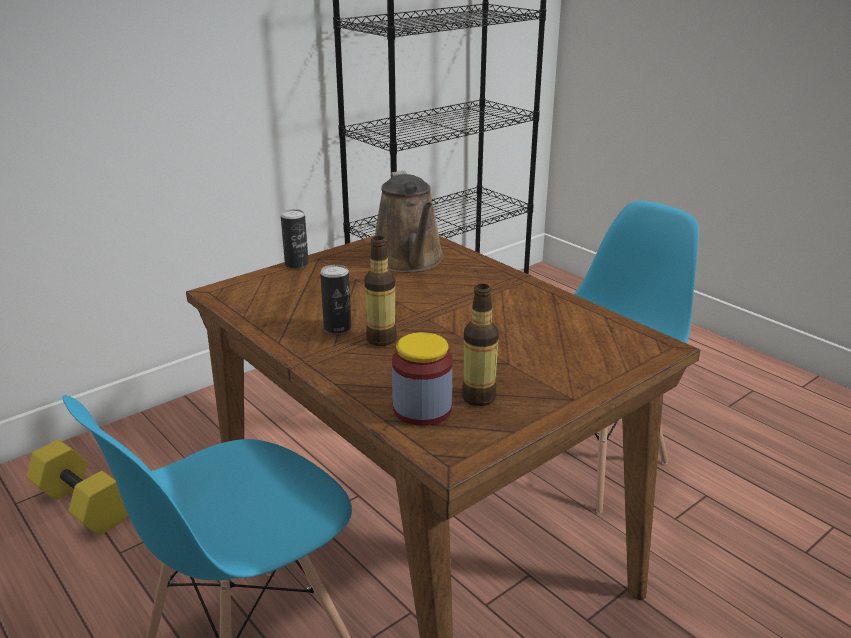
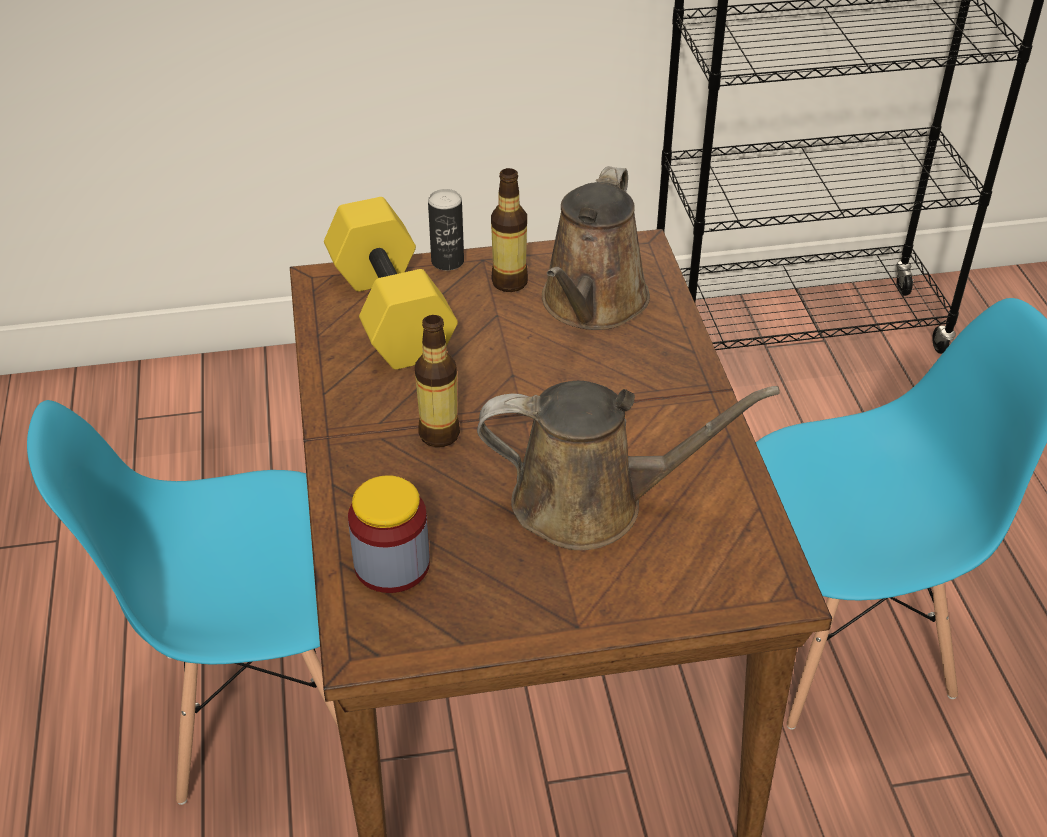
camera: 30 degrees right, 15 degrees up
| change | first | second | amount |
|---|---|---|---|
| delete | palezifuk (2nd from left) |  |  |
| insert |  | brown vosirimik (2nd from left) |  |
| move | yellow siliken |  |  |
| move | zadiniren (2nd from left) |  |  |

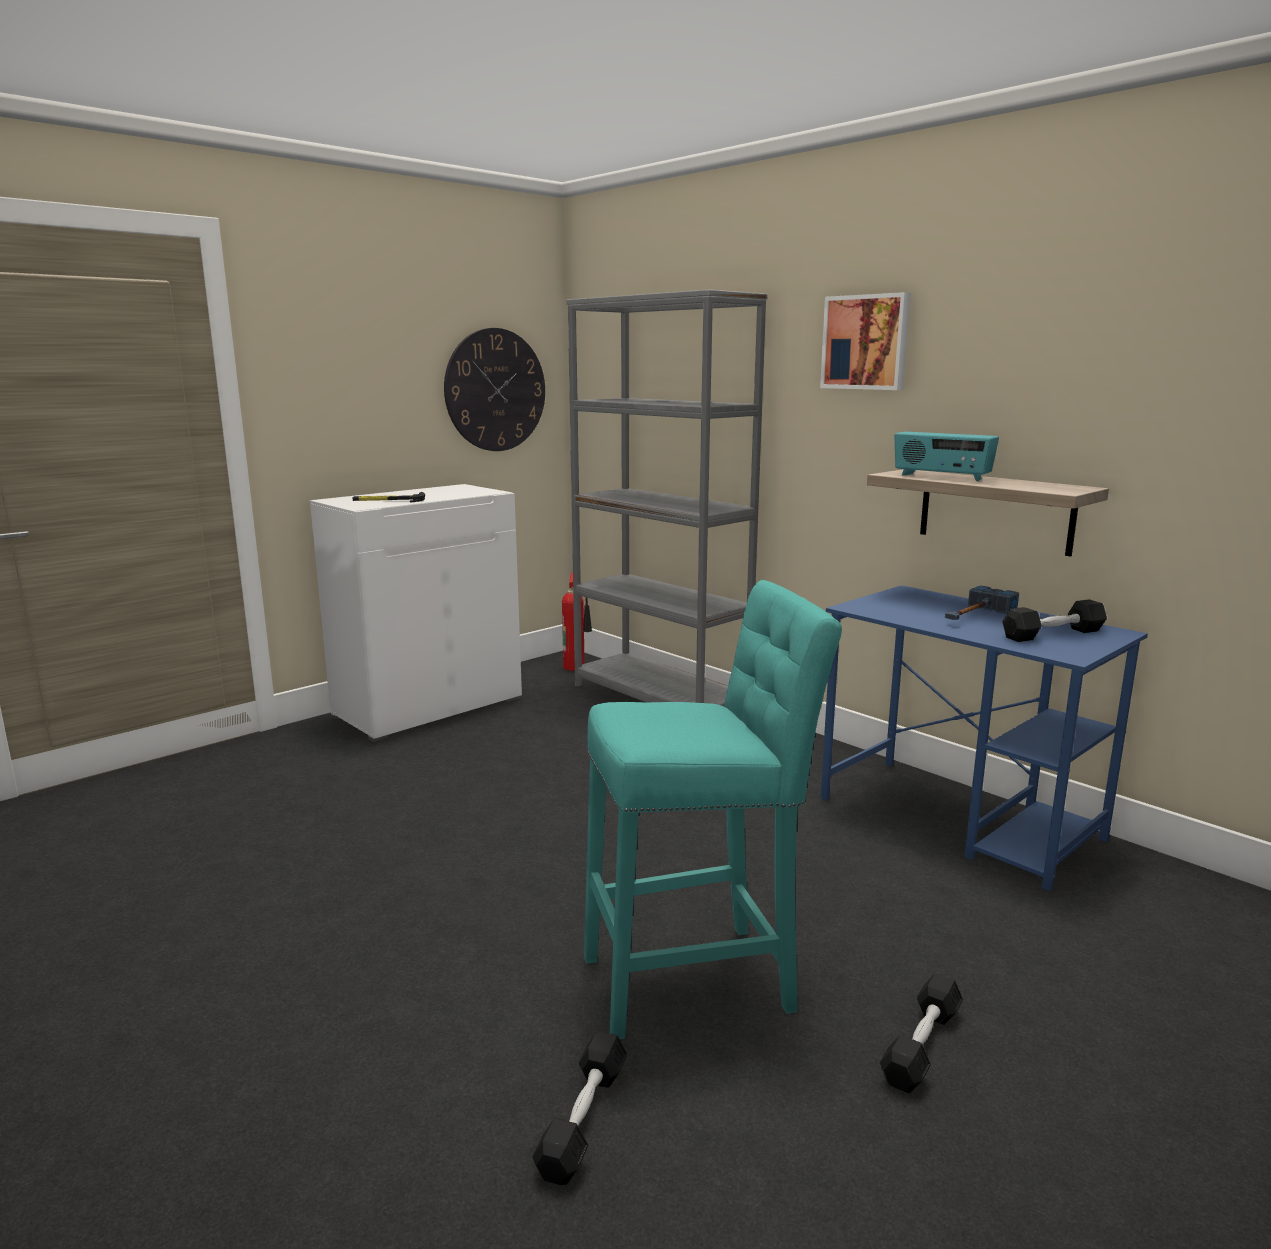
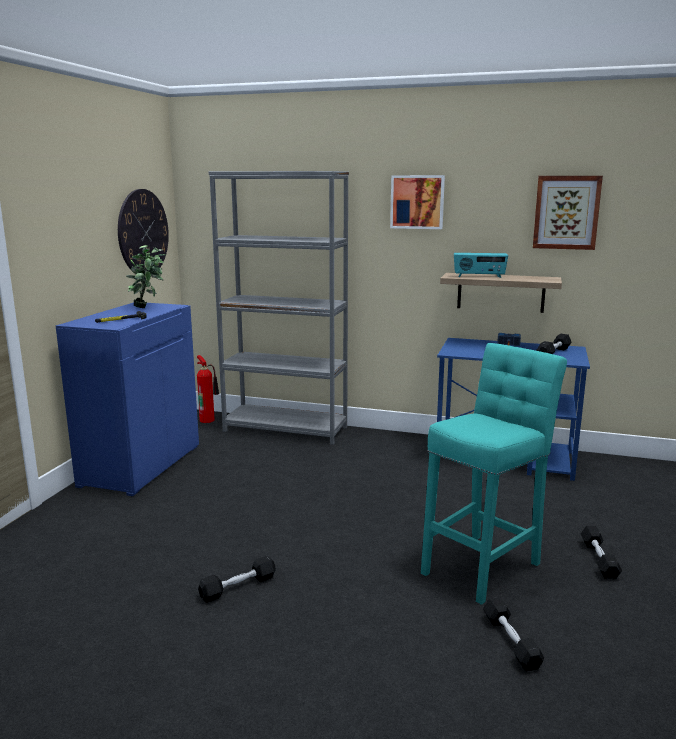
camera: 30 degrees left, 0 degrees up
| change | first | second | amount |
|---|---|---|---|
| insert |  | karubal |  |
| insert |  | black siliken (1st from left) |  |
| insert |  | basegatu (2nd from left) |  |
| recolor | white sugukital | blue sugukital |  |

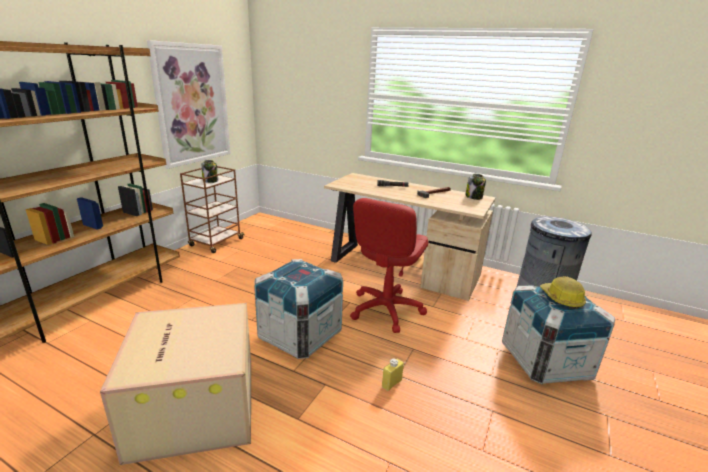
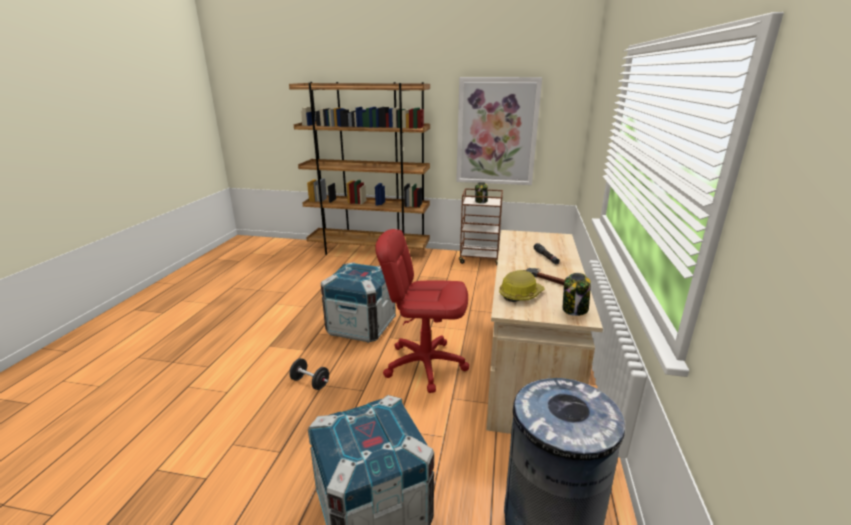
camera: 75 degrees right, 0 degrees up
| change | first | second | amount |
|---|---|---|---|
| delete | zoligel |  |  |
| move | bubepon |  |  |
| replace | yellow zadiniren | black siliken |  |

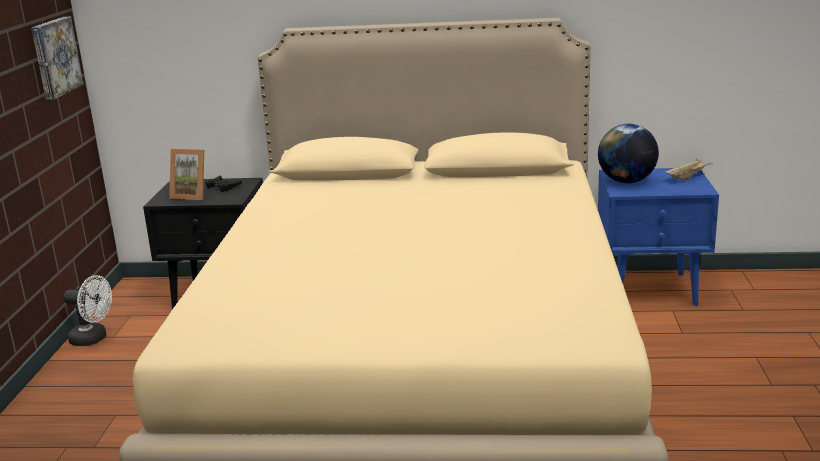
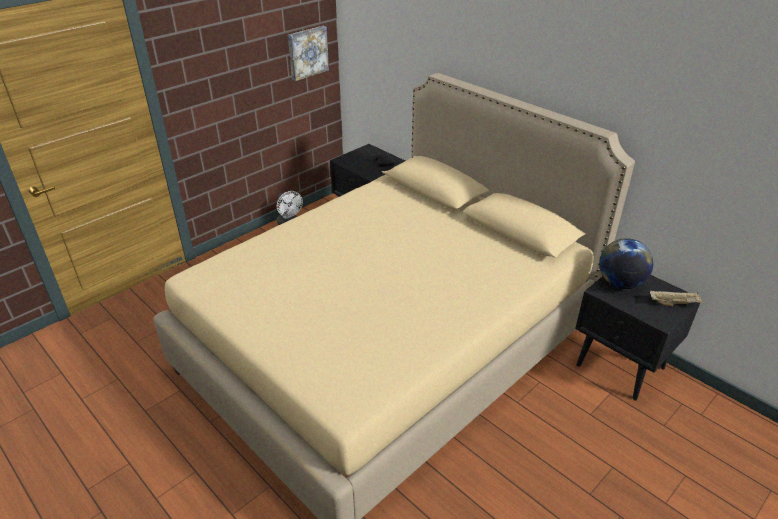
camera: 40 degrees right, 15 degrees up
| change | first | second | amount |
|---|---|---|---|
| delete | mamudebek |  |  |
| recolor | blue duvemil | black duvemil (2nd from left) |  |

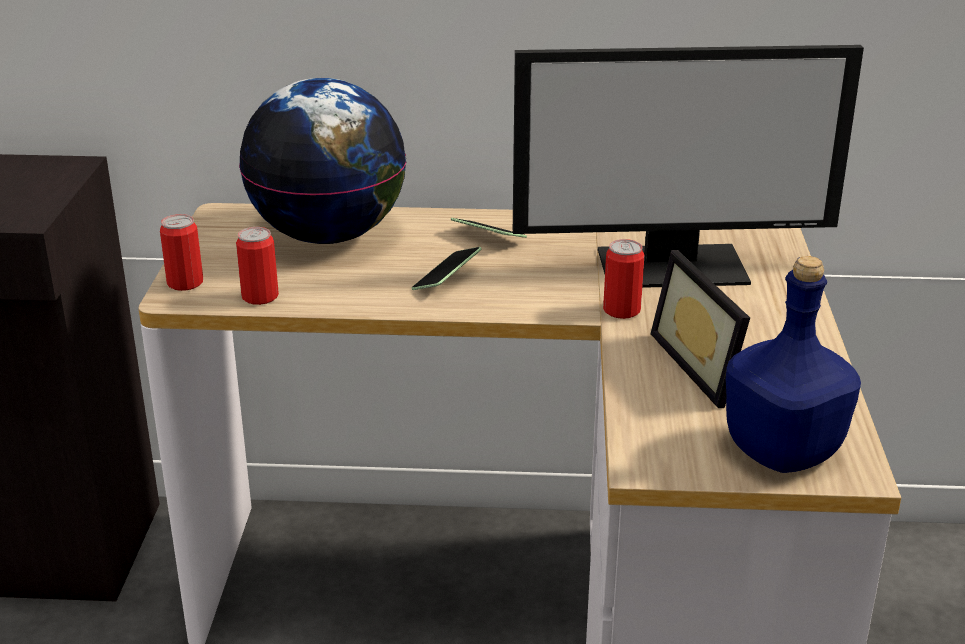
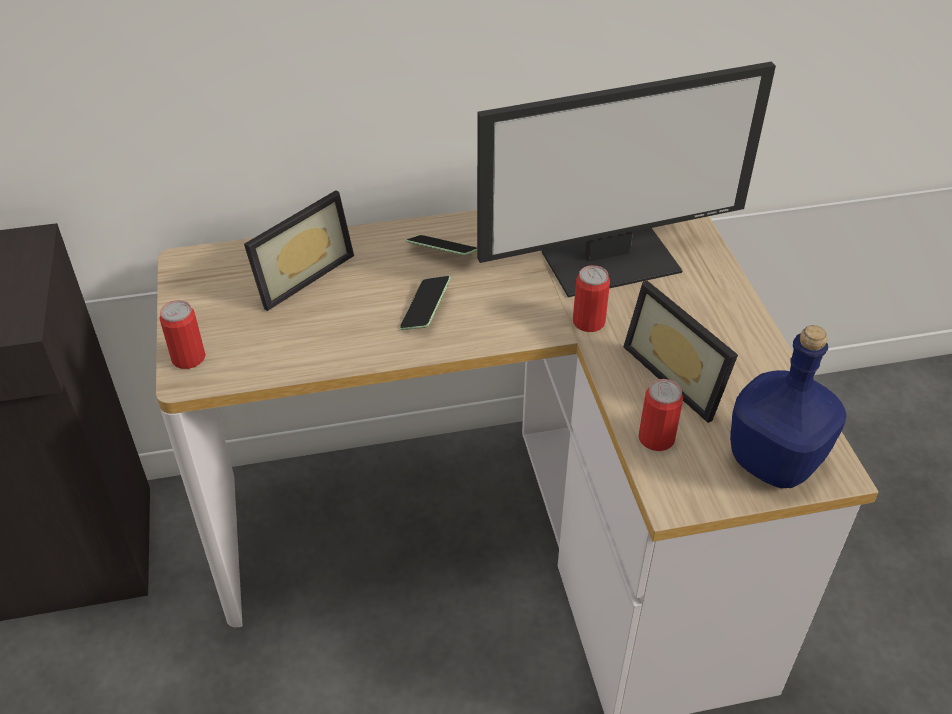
camera: 15 degrees left, 15 degrees up
| change | first | second | amount |
|---|---|---|---|
| move | palezifuk (2nd from left in the first image) | palezifuk (3rd from left) |  |
| replace | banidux | mamudebek (1st from left) |  |

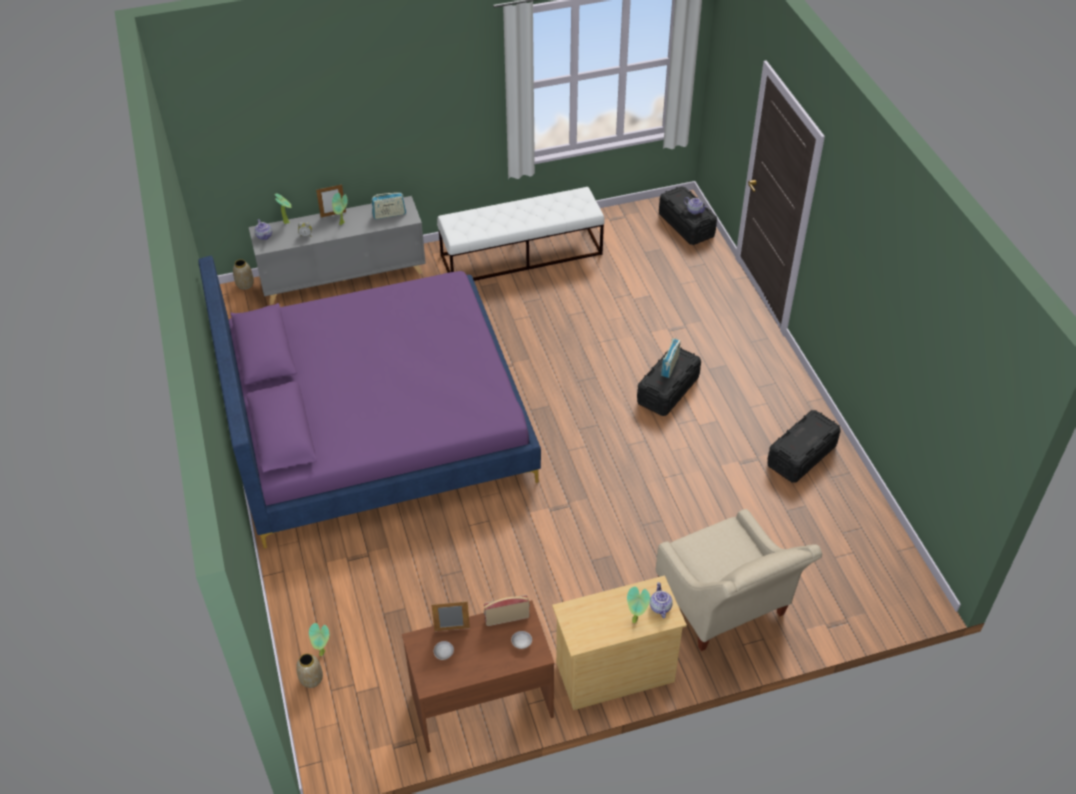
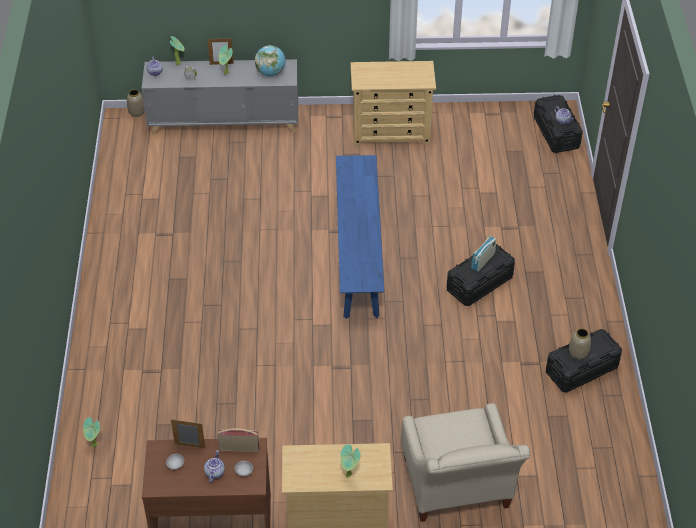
camera: 15 degrees right, 0 degrees up
| change | first | second | amount |
|---|---|---|---|
| delete | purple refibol |  |  |
| insert |  | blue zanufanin |  |
| move | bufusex (2nd from left) |  |  |
| move | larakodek (2nd from left) |  |  |
| replace | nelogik (1st from left) | banidux |  |
| replace | white zanufanin | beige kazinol (2nd from left) |  |

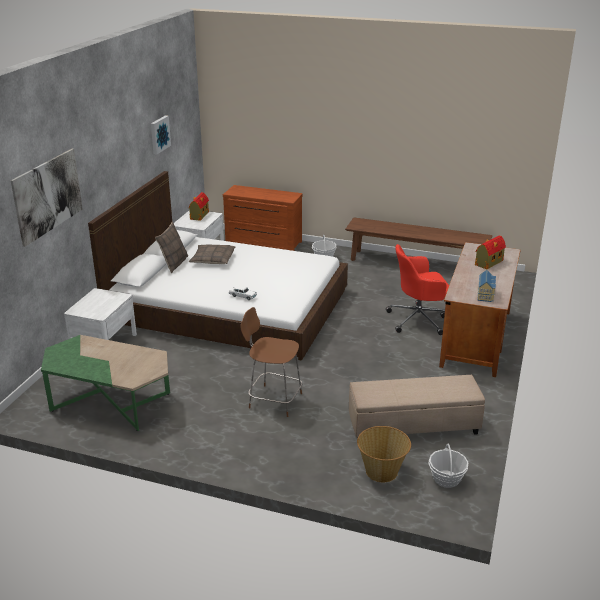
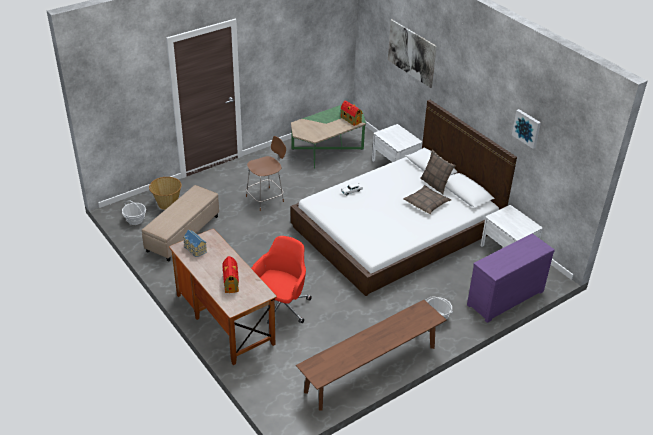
camera: 125 degrees right, 10 degrees up
| change | first | second | amount |
|---|---|---|---|
| move | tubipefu (1st from left in the first image) | tubipefu (3rd from left) |  |
| recolor | brown kazinol | purple kazinol |  |

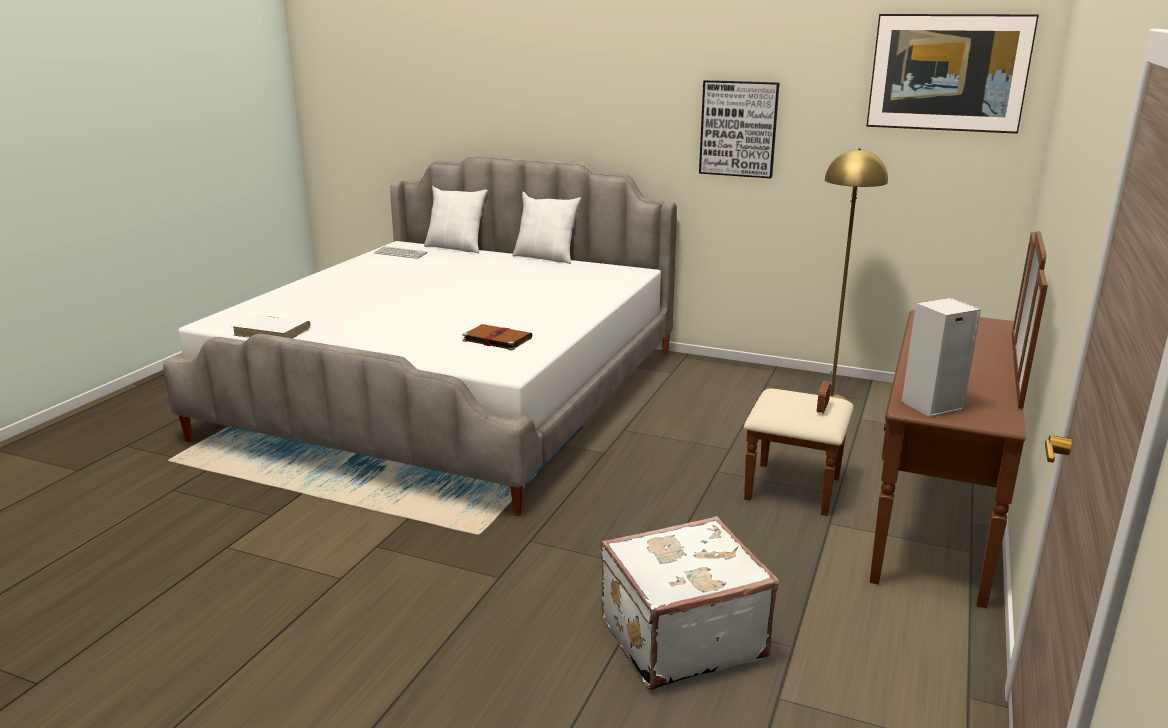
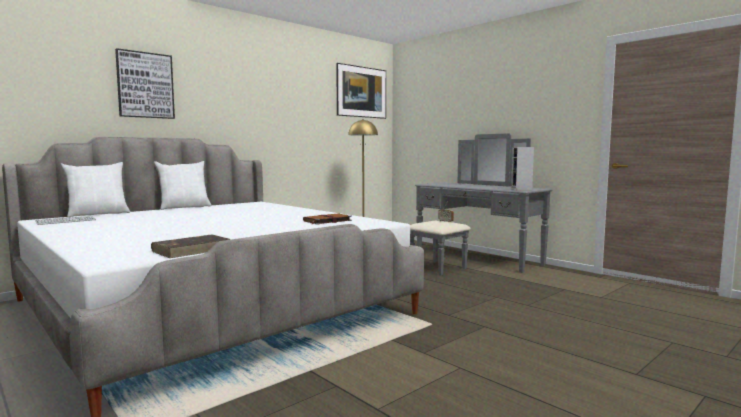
camera: 65 degrees left, 15 degrees down
| change | first | second | amount |
|---|---|---|---|
| delete | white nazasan |  |  |
| move | basegatu (1st from left) |  |  |
| recolor | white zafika | brown zafika (1st from left) |  |
| recolor | brown kazinol | grey kazinol |  |

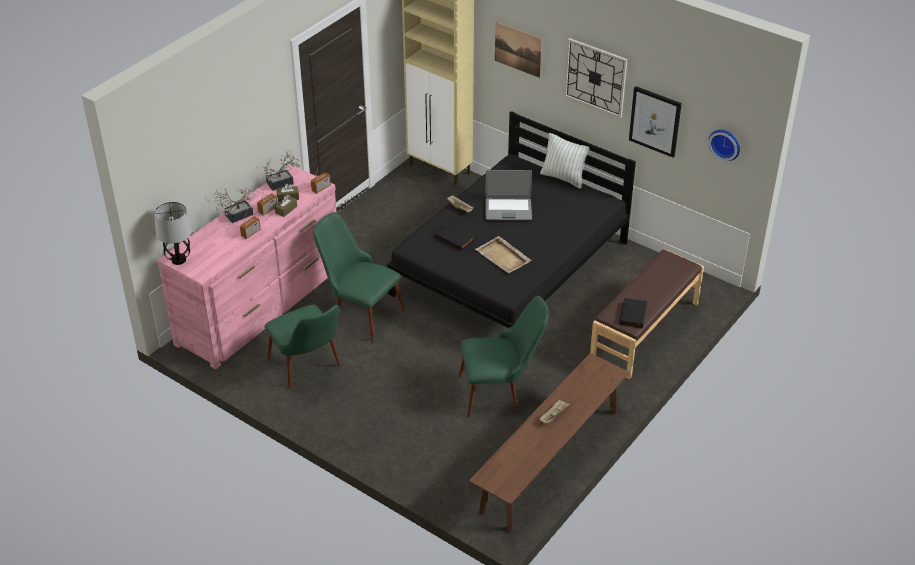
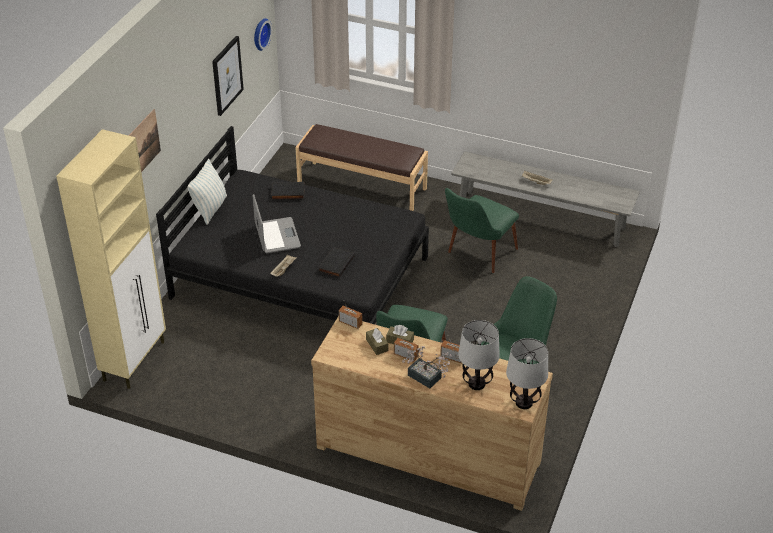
camera: 105 degrees left, 0 degrees up
| change | first | second | amount |
|---|---|---|---|
| delete | karubal (2nd from left) |  |  |
| delete | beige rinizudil (2nd from left) |  |  |
| delete | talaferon (1st from left) |  |  |
| insert |  | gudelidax (1st from left) |  |
| move | black zafika (2nd from left in the first image) | black zafika (1st from left) |  |
| recolor | pink kazinol | brown kazinol |  |
| recolor | brown zanufanin (1st from left) | grey zanufanin |  |
| rotate | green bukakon (3rd from left in the first image) | green bukakon (2nd from left) | 120 degrees counterclockwise |

